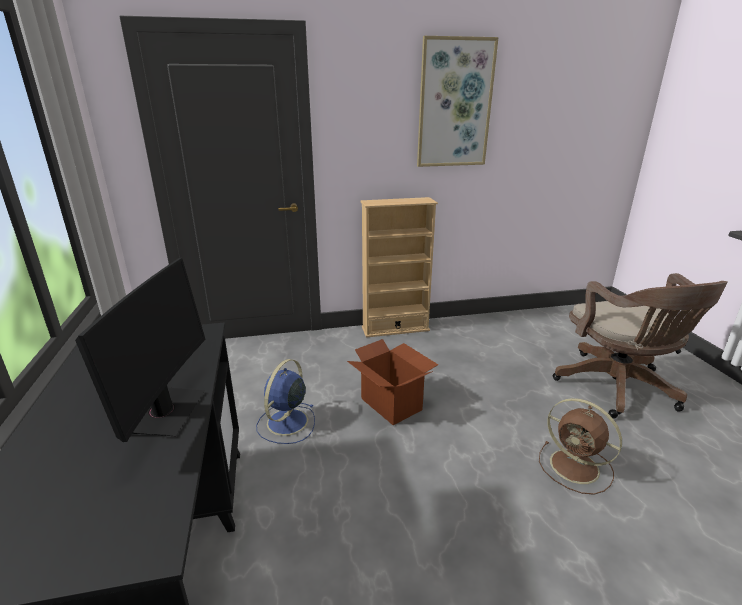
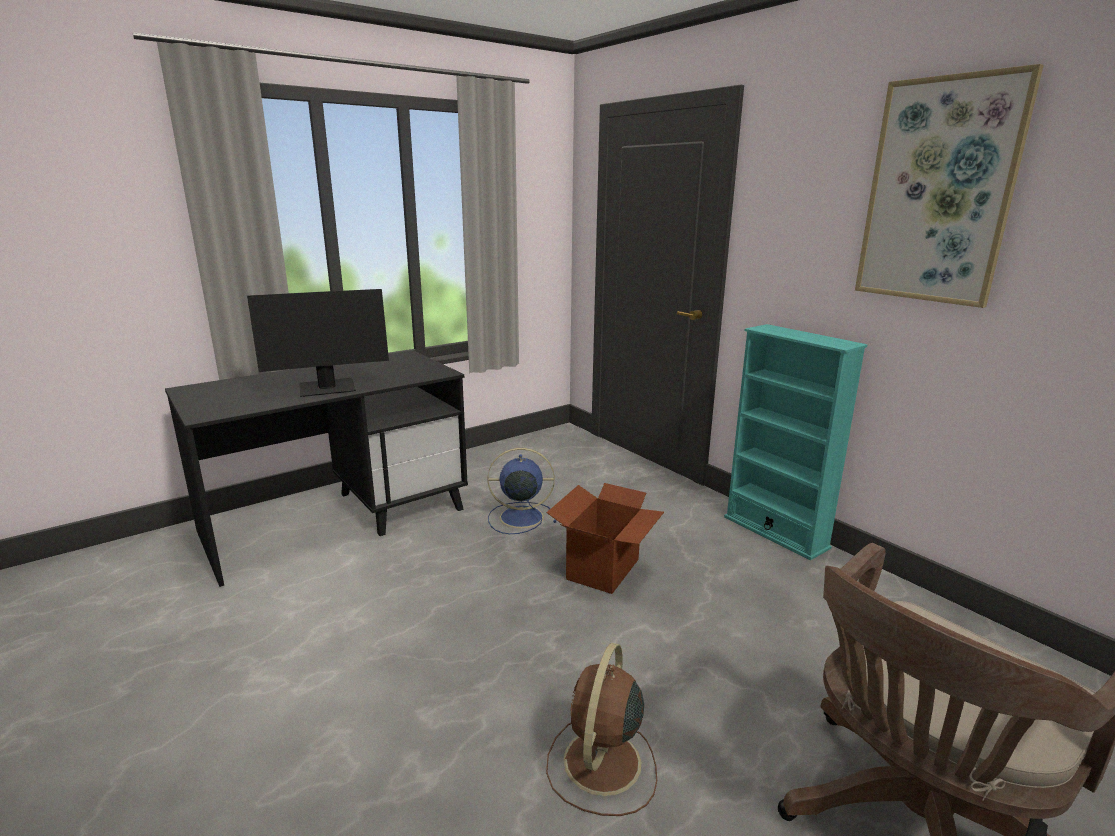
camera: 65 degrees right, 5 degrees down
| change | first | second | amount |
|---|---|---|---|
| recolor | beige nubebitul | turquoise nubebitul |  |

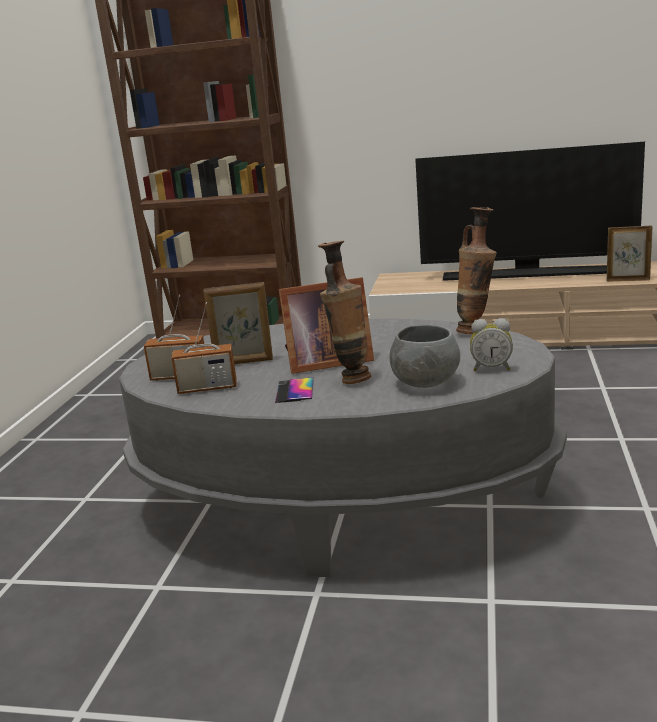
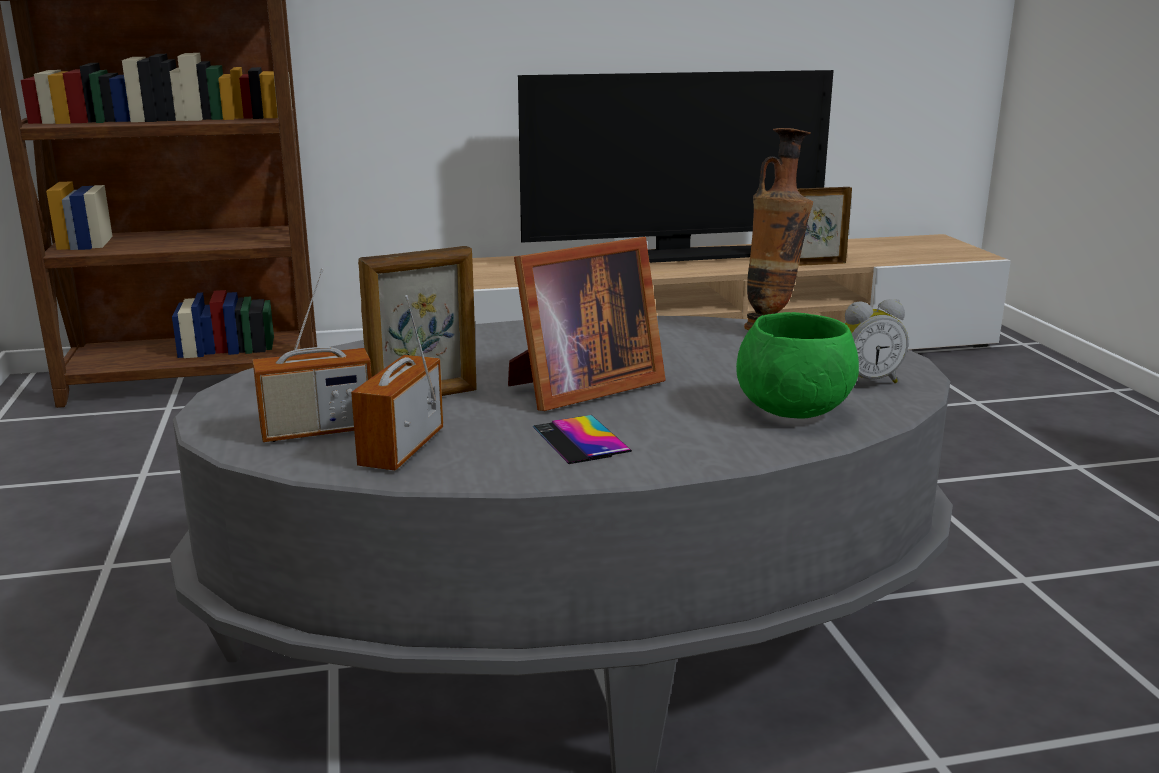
camera: 25 degrees left, 0 degrees up
| change | first | second | amount |
|---|---|---|---|
| delete | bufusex (1st from left) |  |  |
| recolor | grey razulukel | green razulukel |  |
| rotate | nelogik (2nd from left) |  | 135 degrees clockwise |

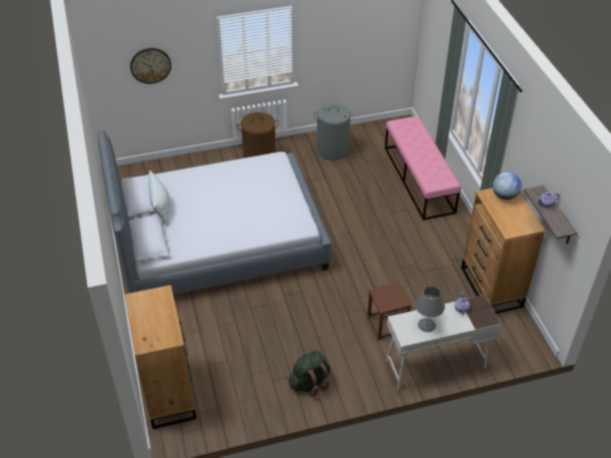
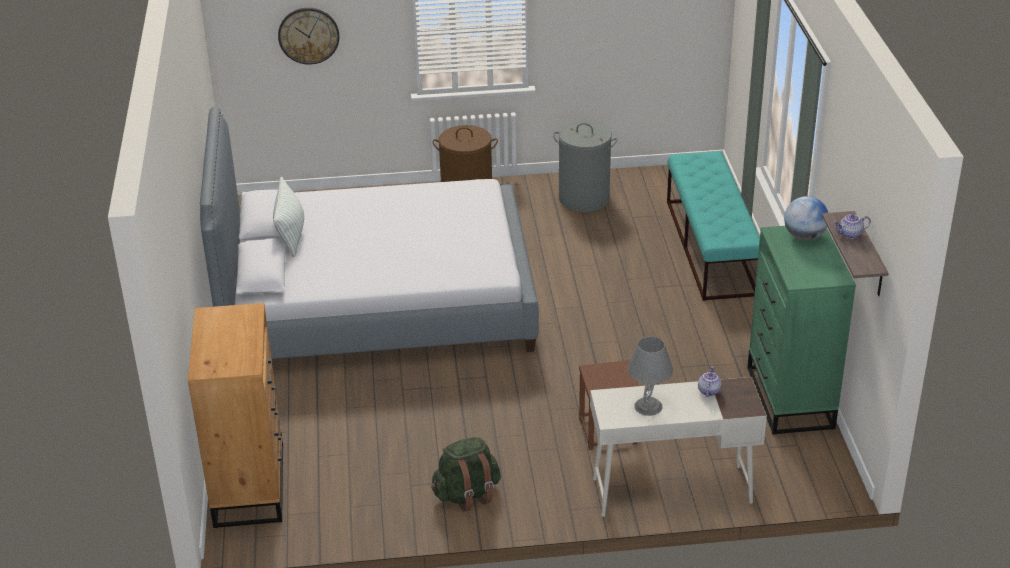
camera: 10 degrees right, 10 degrees down
| change | first | second | amount |
|---|---|---|---|
| recolor | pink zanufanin | turquoise zanufanin |  |
| recolor | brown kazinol (2nd from left) | green kazinol |  |

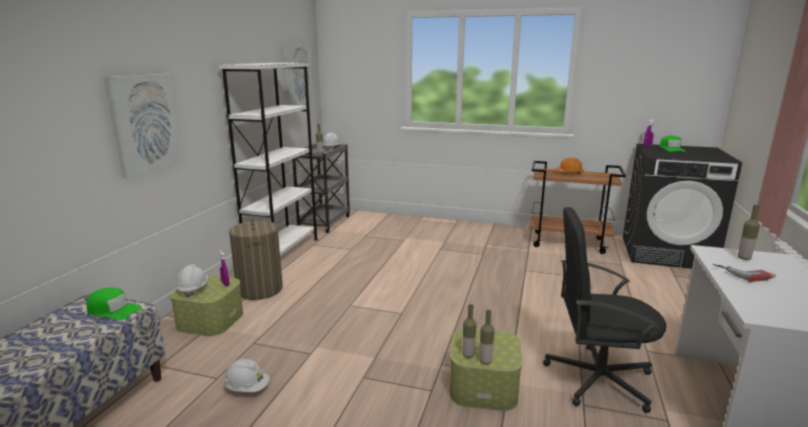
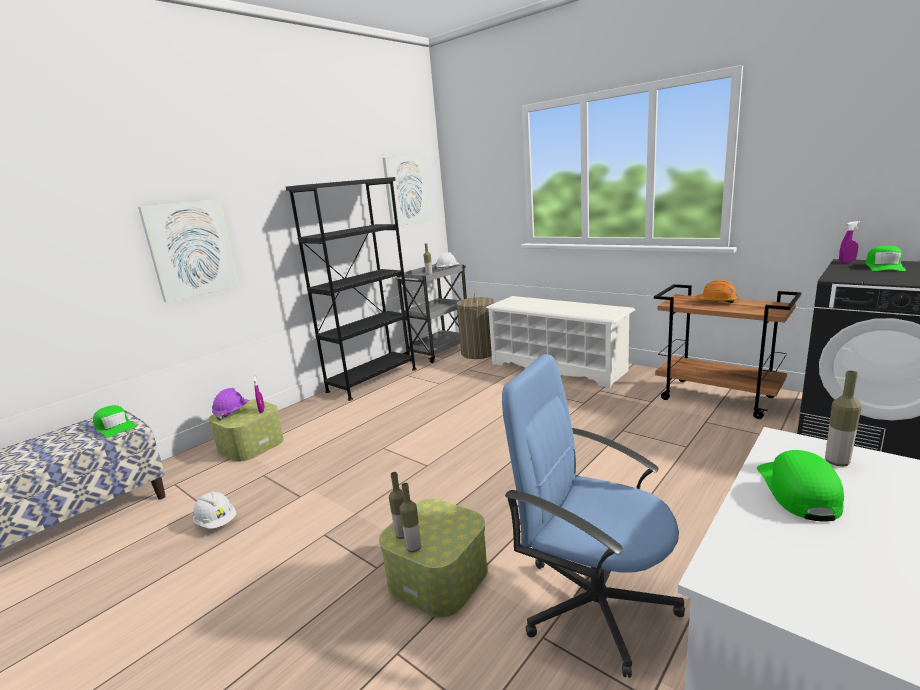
camera: 25 degrees right, 0 degrees up
| change | first | second | amount |
|---|---|---|---|
| insert |  | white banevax |  |
| move | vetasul |  |  |
| replace | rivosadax | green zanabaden (2nd from left) |  |
| recolor | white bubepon (1st from left) | purple bubepon |  |
| recolor | white nubebitul | black nubebitul |  |
| recolor | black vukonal | blue vukonal |  |

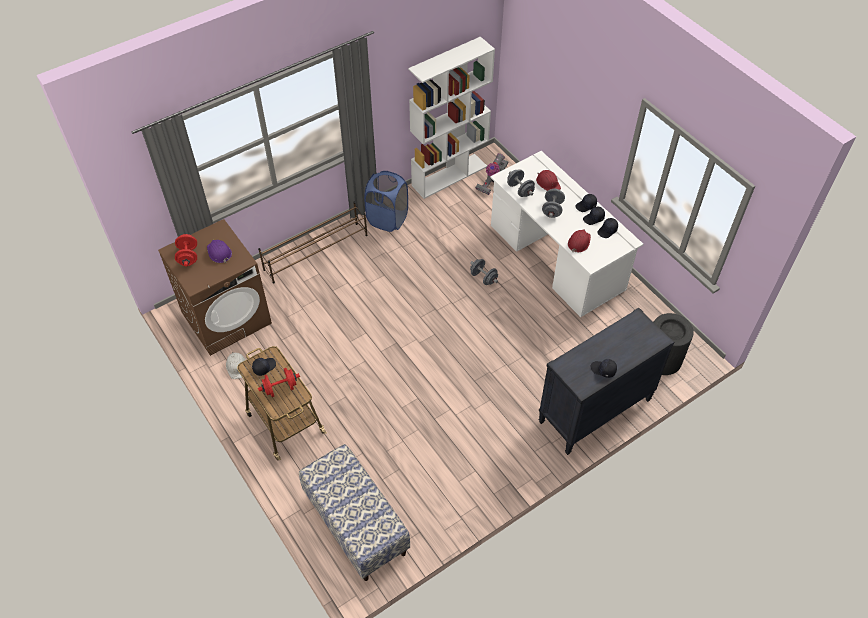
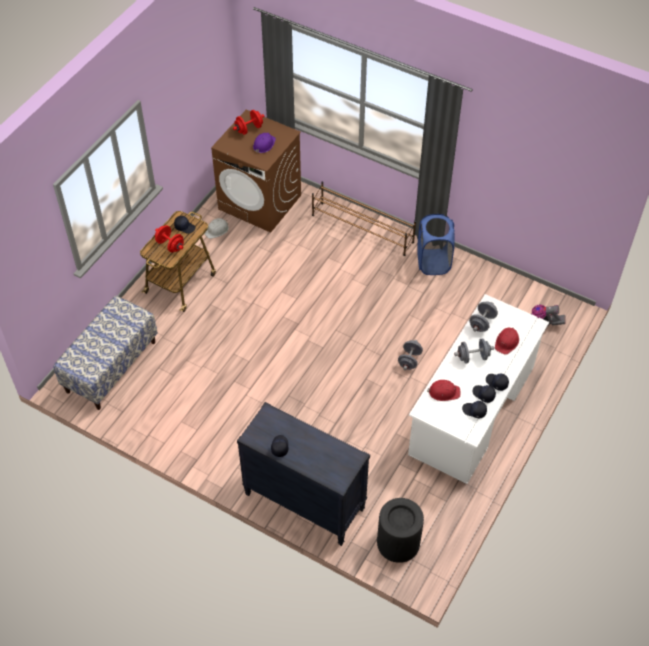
camera: 65 degrees right, 0 degrees up
| change | first | second | amount |
|---|---|---|---|
| delete | white nubebitul |  |  |

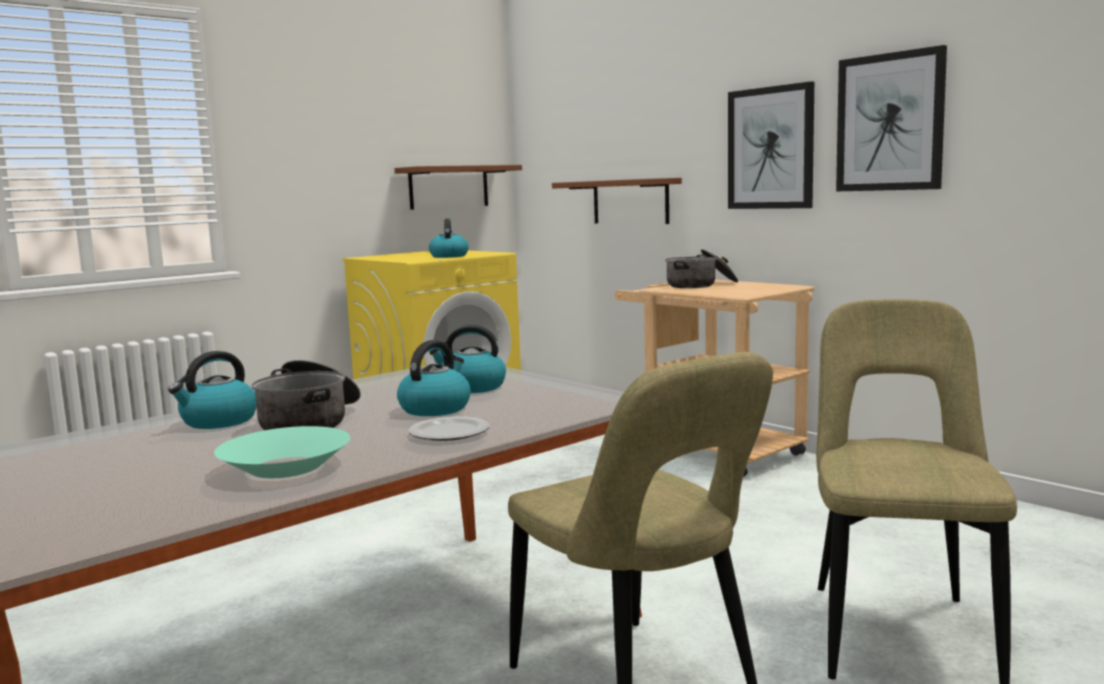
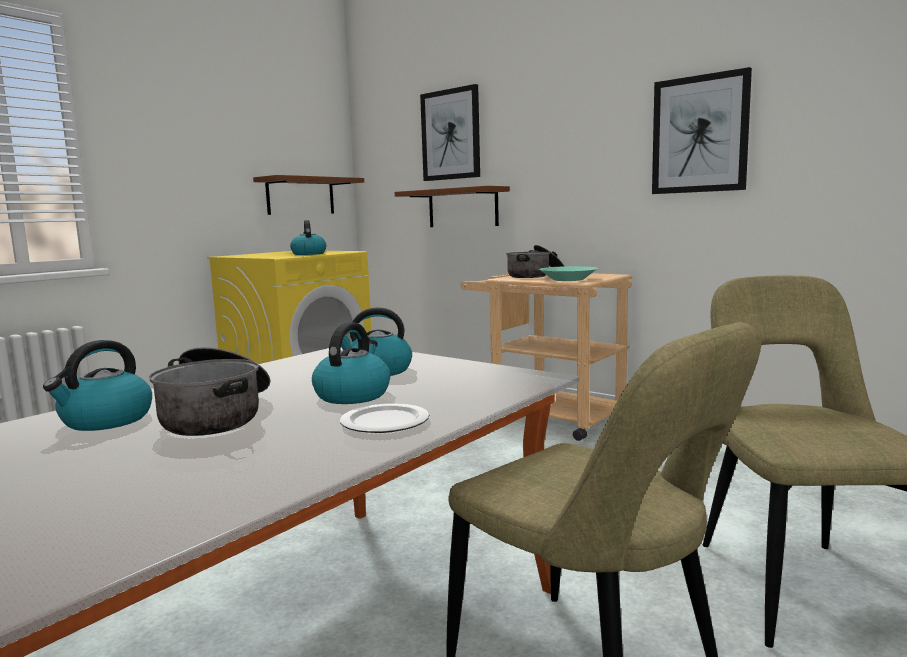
camera: 10 degrees left, 0 degrees up
| change | first | second | amount |
|---|---|---|---|
| move | turquoise razulukel |  |  |
| move | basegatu (1st from left) |  |  |

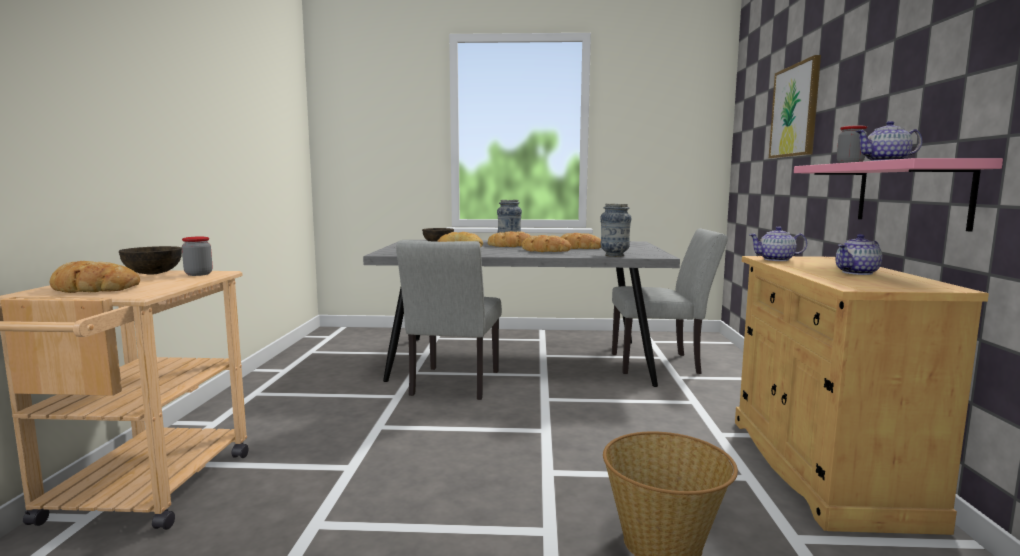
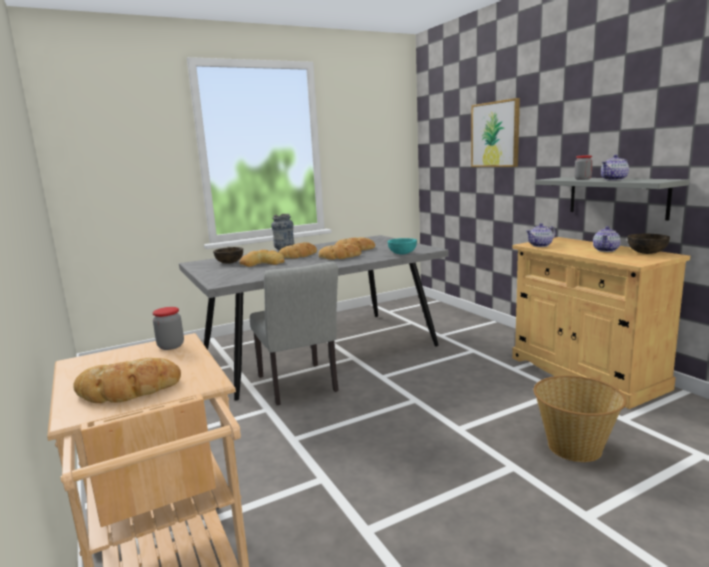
camera: 30 degrees left, 5 degrees up
| change | first | second | amount |
|---|---|---|---|
| delete | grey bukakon (2nd from left) |  |  |
| move | brown razulukel (1st from left in the first image) | brown razulukel (2nd from left) |  |
| replace | bufusex (2nd from left) | turquoise razulukel |  |
| recolor | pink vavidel | grey vavidel |  |

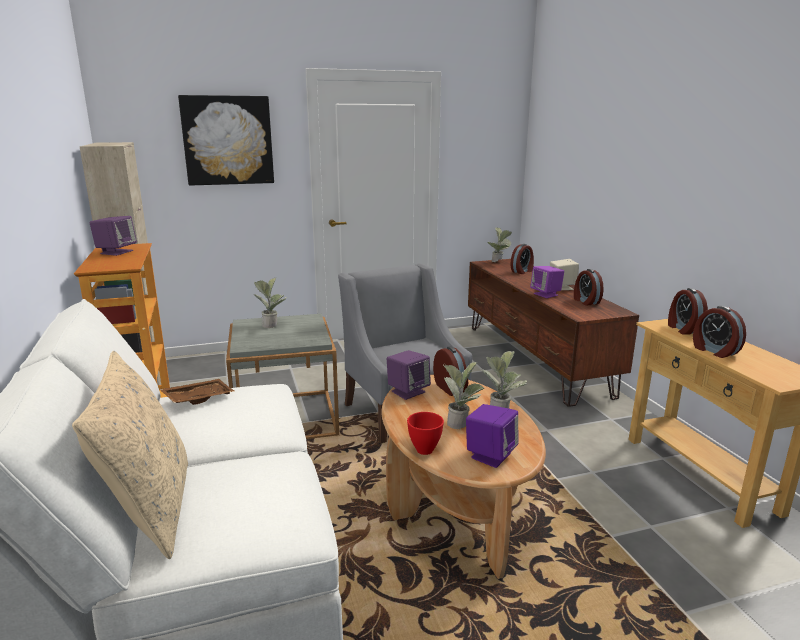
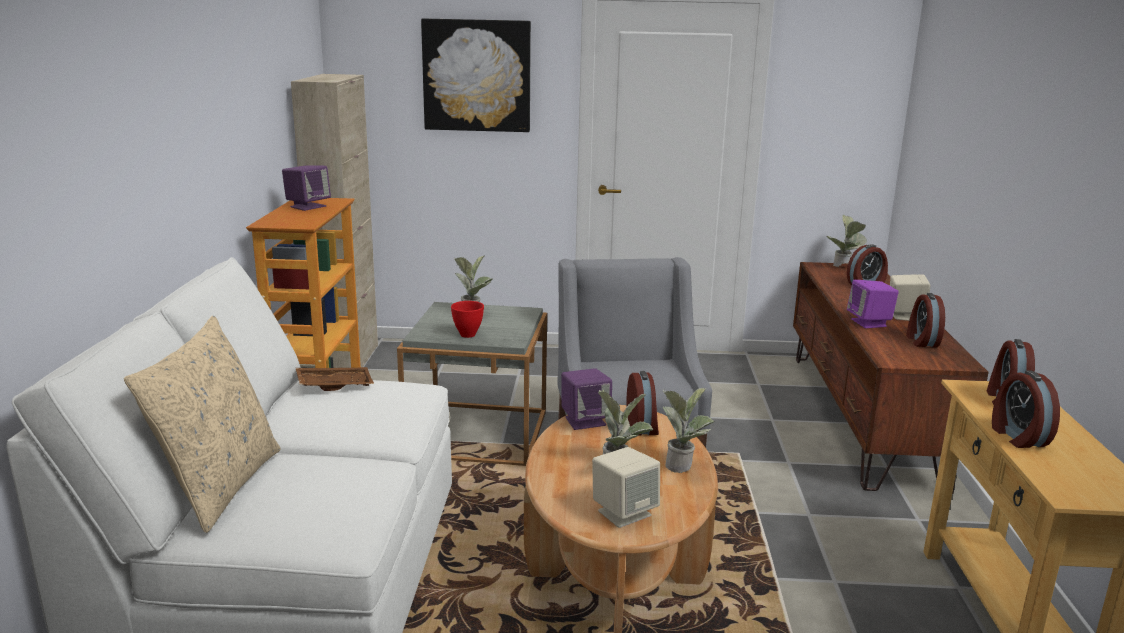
camera: 20 degrees right, 0 degrees up
| change | first | second | amount |
|---|---|---|---|
| move | red razulukel |  |  |
| recolor | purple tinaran (3rd from left) | beige tinaran (1st from left) |  |

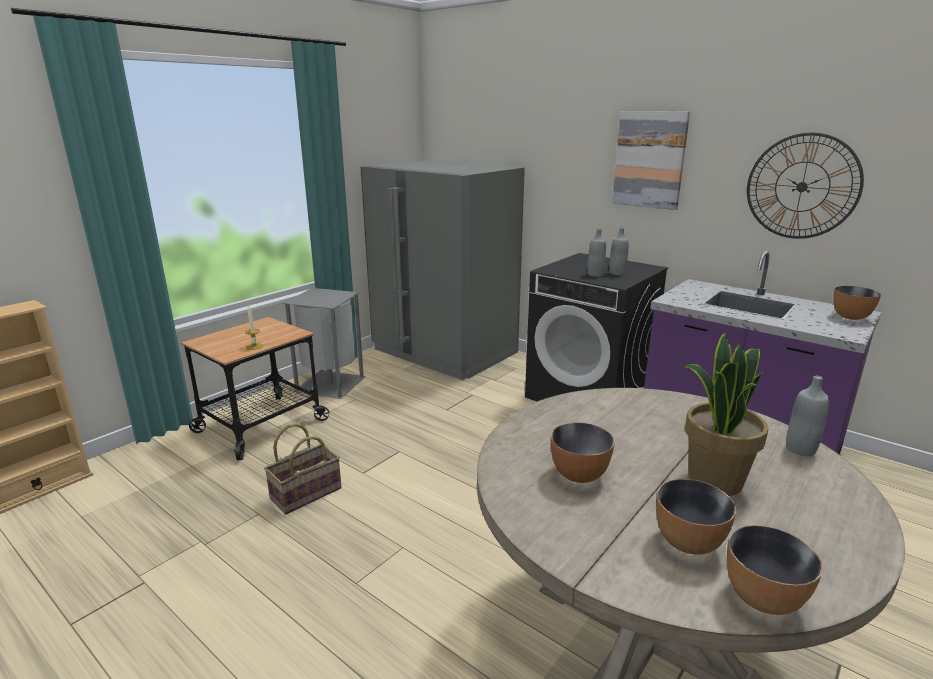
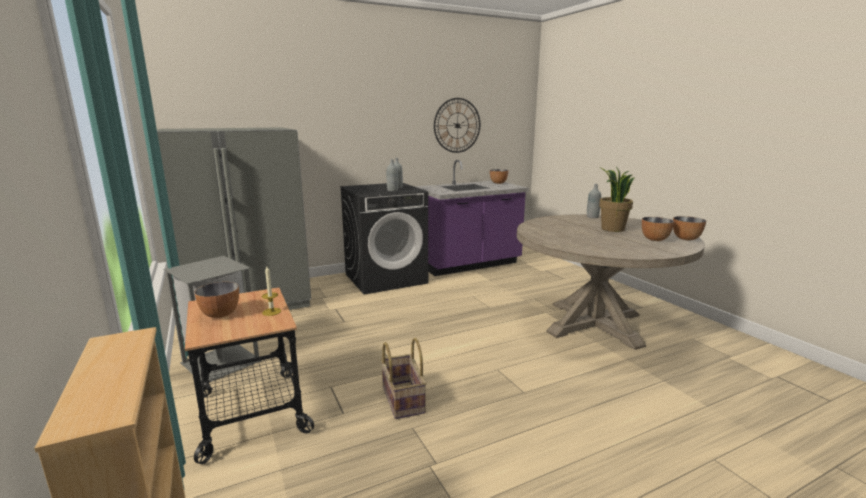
camera: 65 degrees left, 5 degrees down
| change | first | second | amount |
|---|---|---|---|
| delete | basegatu |  |  |
| move | razulukel (1st from left) |  |  |

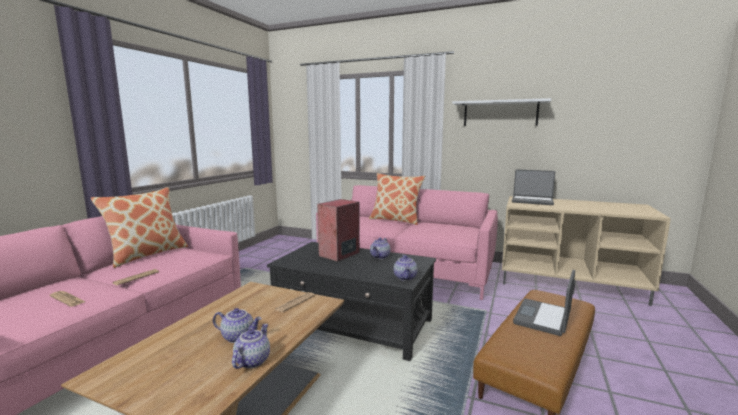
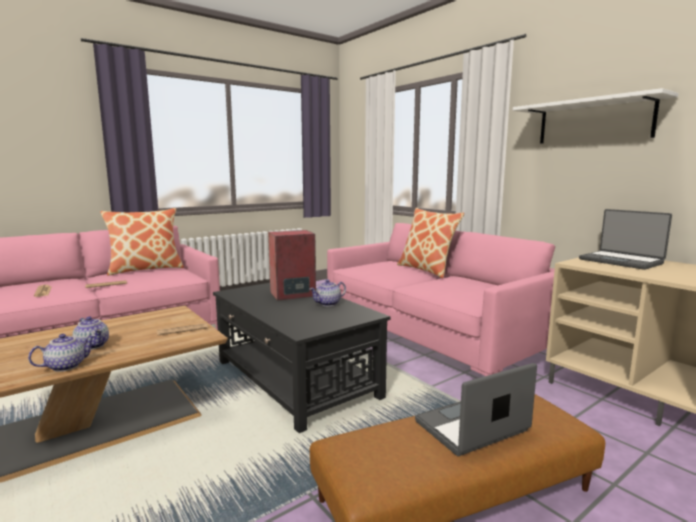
camera: 30 degrees right, 0 degrees up
| change | first | second | amount |
|---|---|---|---|
| delete | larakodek (4th from left) |  |  |

